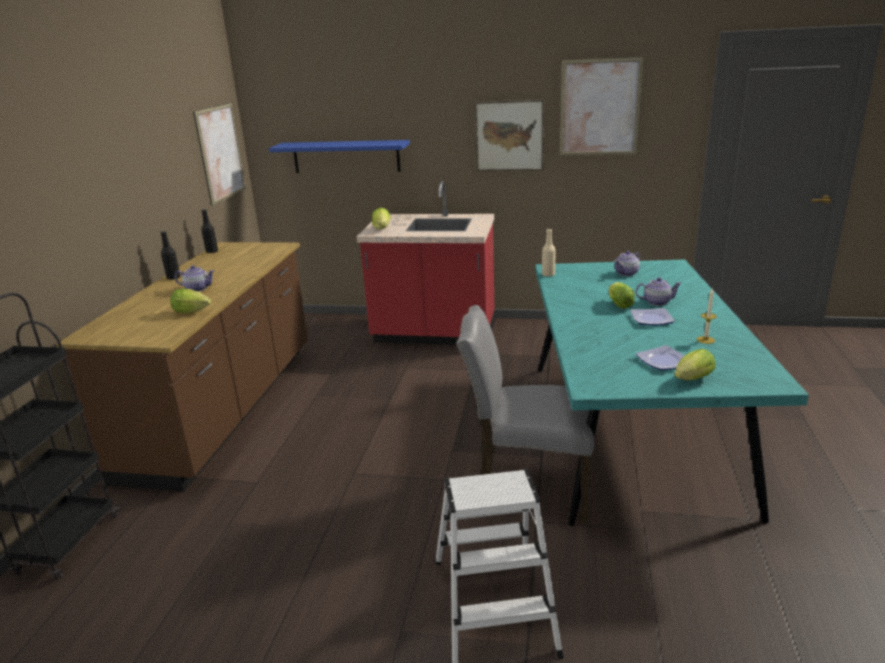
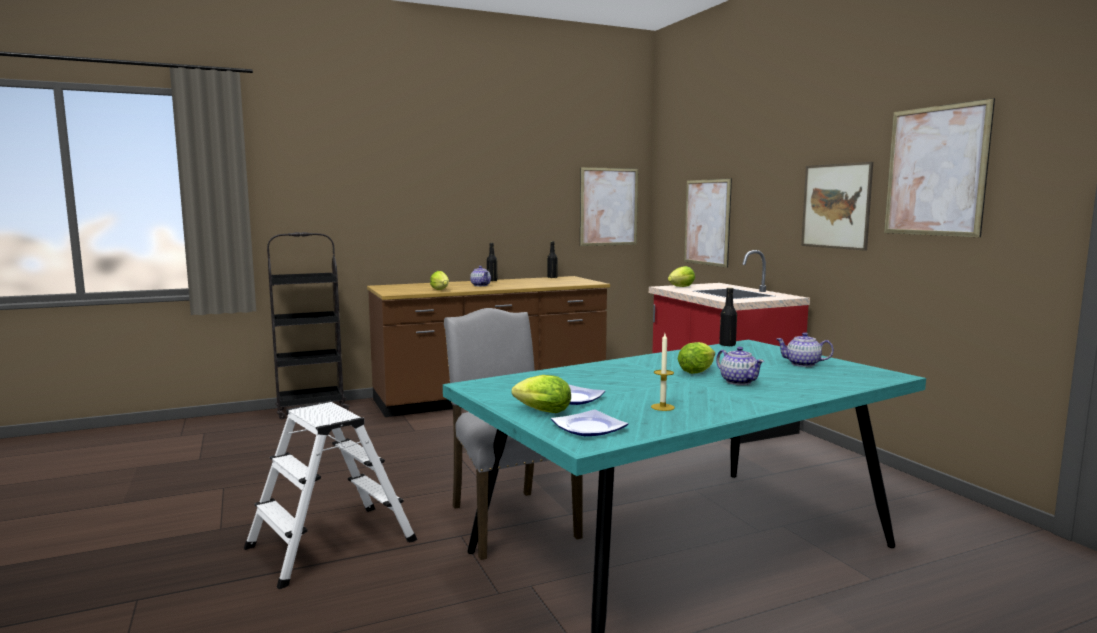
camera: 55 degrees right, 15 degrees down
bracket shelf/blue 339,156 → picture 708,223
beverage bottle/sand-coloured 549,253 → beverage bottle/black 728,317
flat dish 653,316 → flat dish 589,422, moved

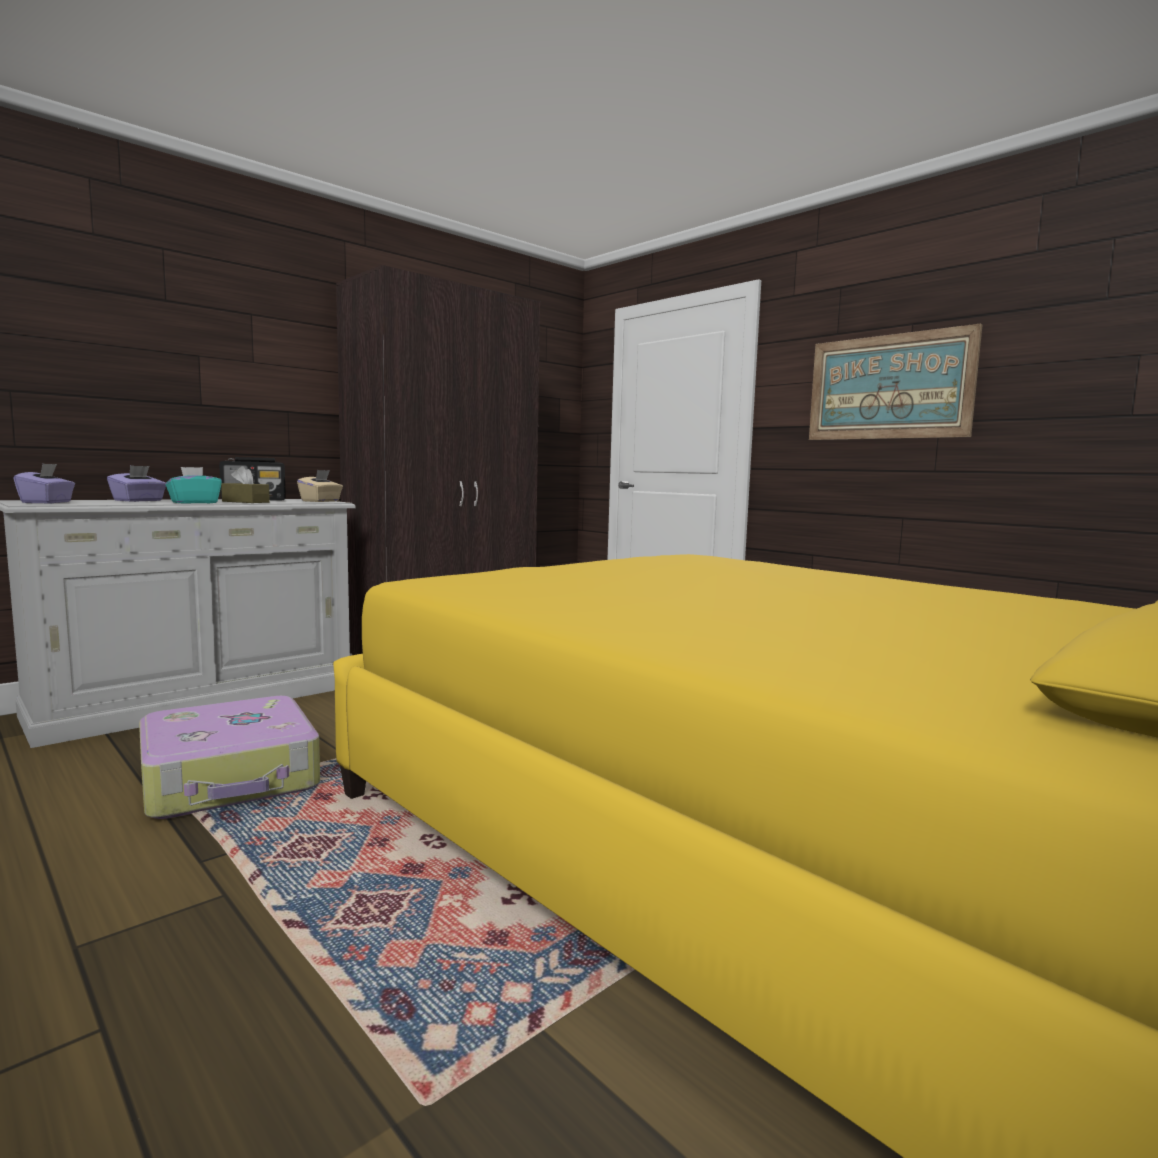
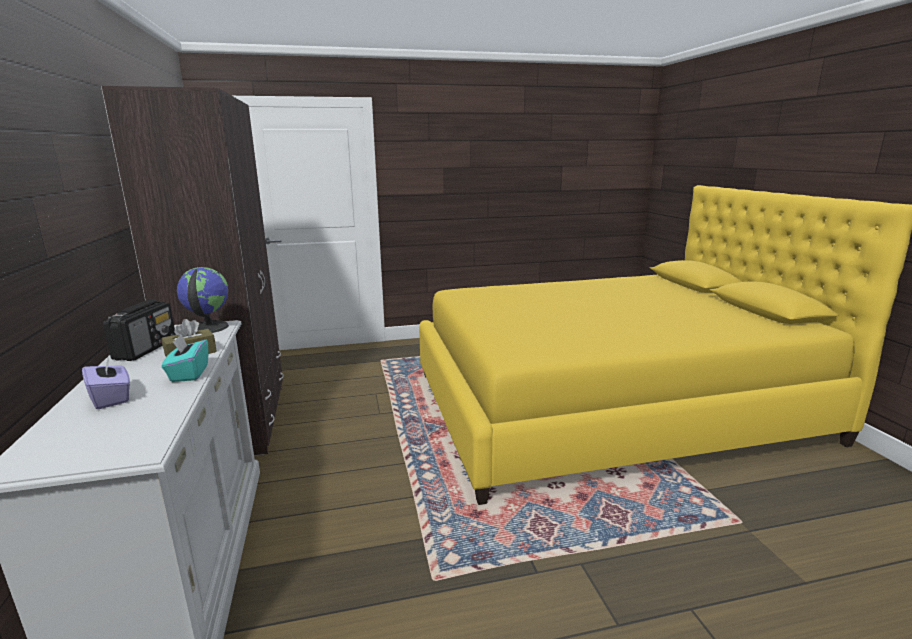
camera: 60 degrees left, 10 degrees up
picture 896,382 → -
tissue holder/purple-coloured 44,483 → -
tissue holder/sand-coloured 320,486 → globe 203,300
travel case 229,757 → -

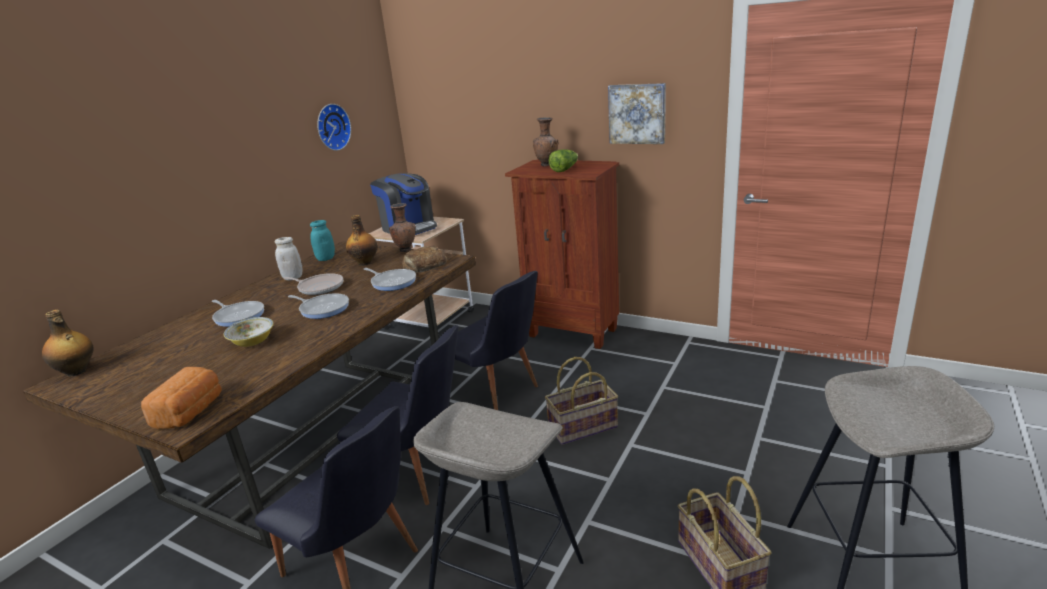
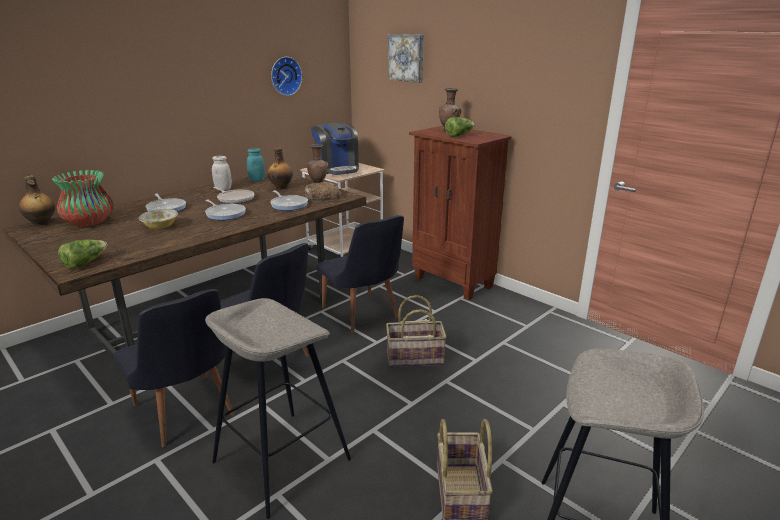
camera: 15 degrees right, 0 degrees up
picture 637,113 → picture 406,58, moved
bread 181,398 → head of lettuce 83,254
- → flower vase 82,198

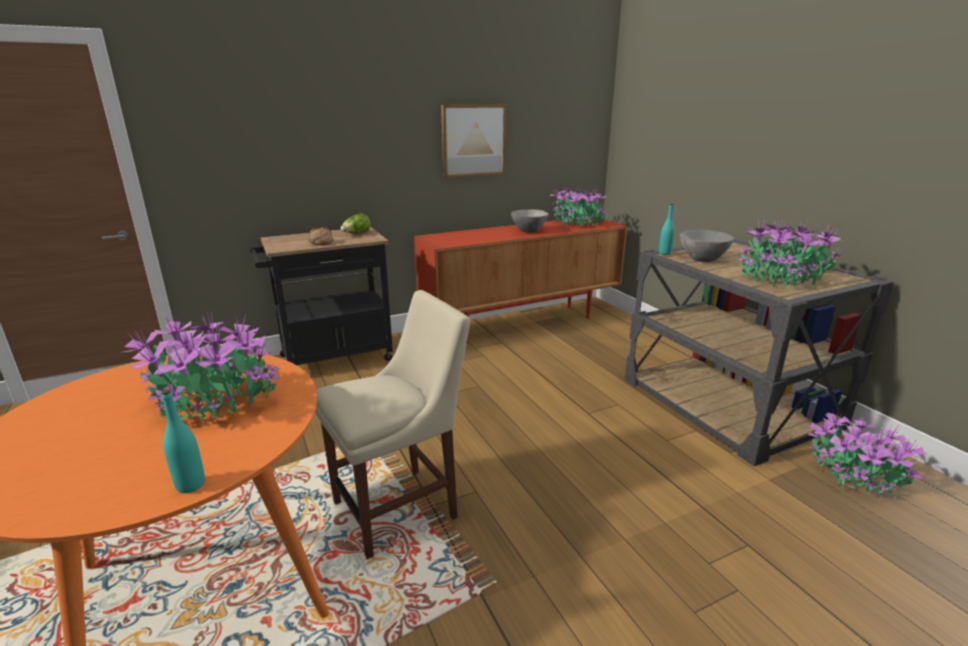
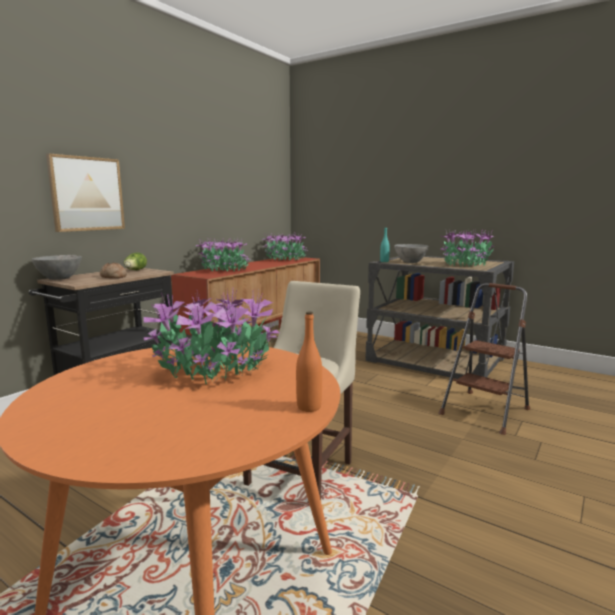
camera: 30 degrees left, 10 degrees down
picture 473,141 → picture 85,192, moved
deep dish/grey 530,220 → deep dish/grey 57,267, moved
beverage bottle/blue-green 183,441 → beverage bottle/orangey 309,361
potted plant 867,452 → potted plant 222,254, moved
- → step stool/brown 484,359

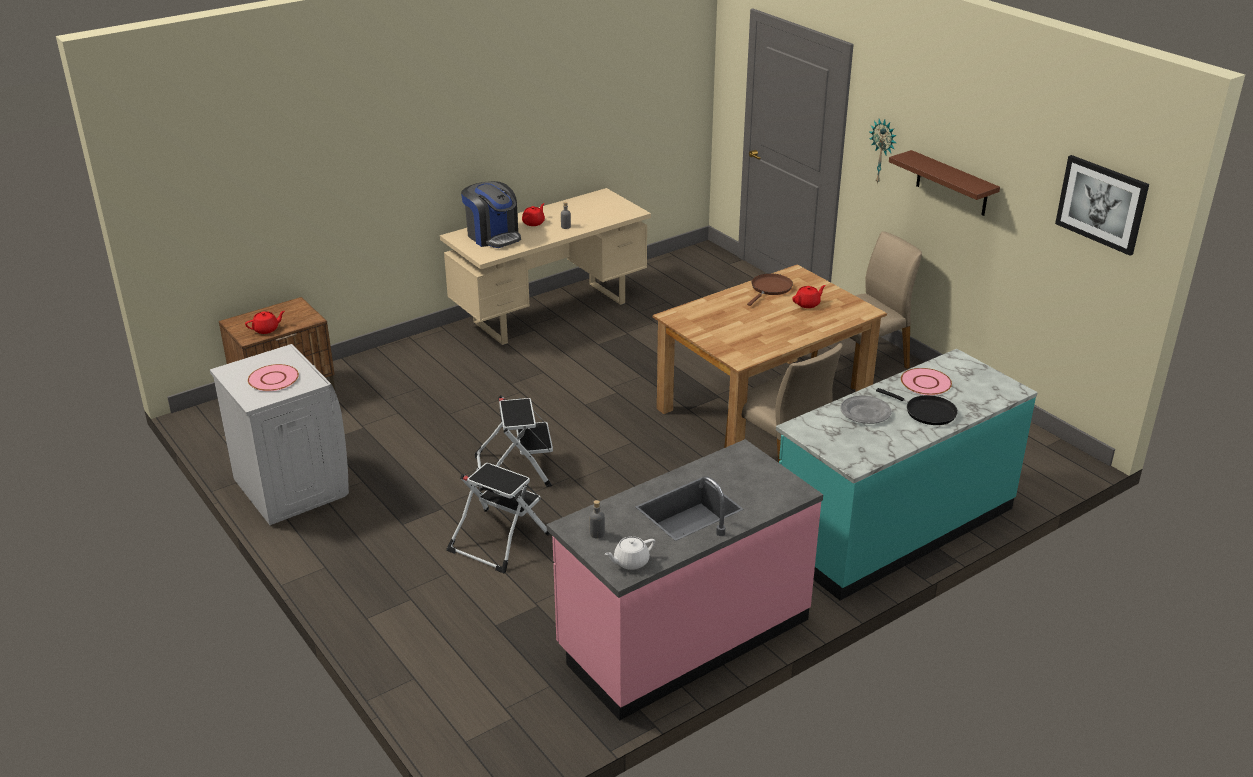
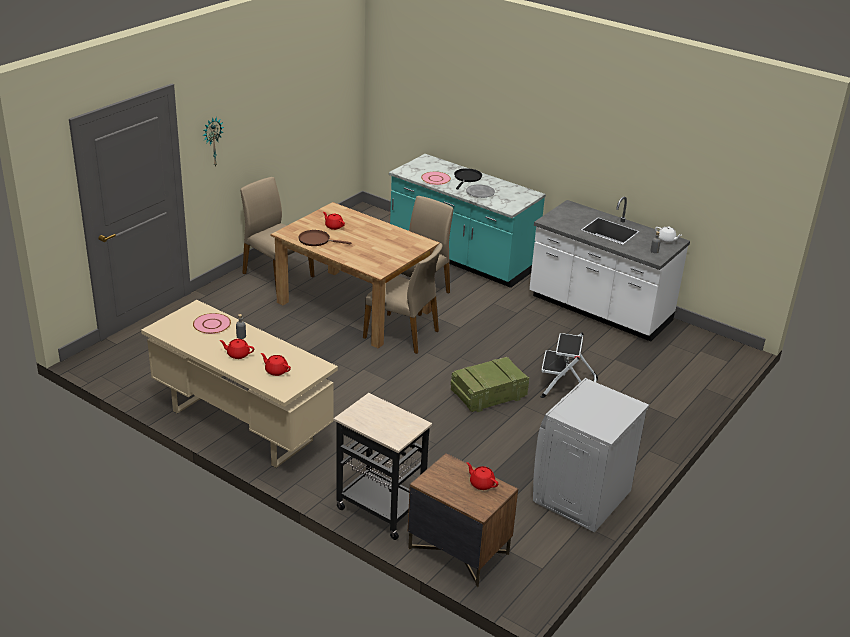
camera: 110 degrees left, 0 degrees up
bracket shelf/brown 944,183 → -
picture 1102,205 → -
coffee machine 491,214 → teapot/reddish 276,364
flat dish/pinkish 273,377 → flat dish/pinkish 212,323, moved
step stool 514,443 → crate 490,384
kitchen base unit/pinkish 684,579 → kitchen base unit/whitish 609,269
- → upright chair/sand-coloured 402,298
- → trolley 382,466

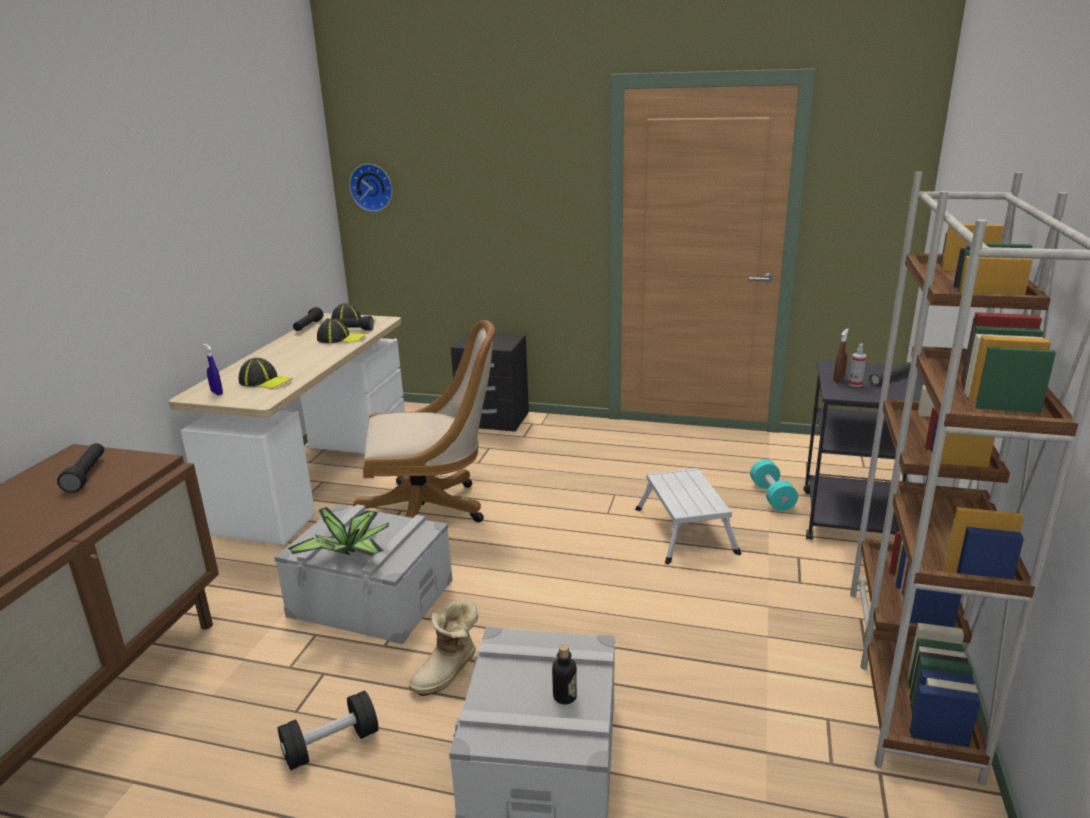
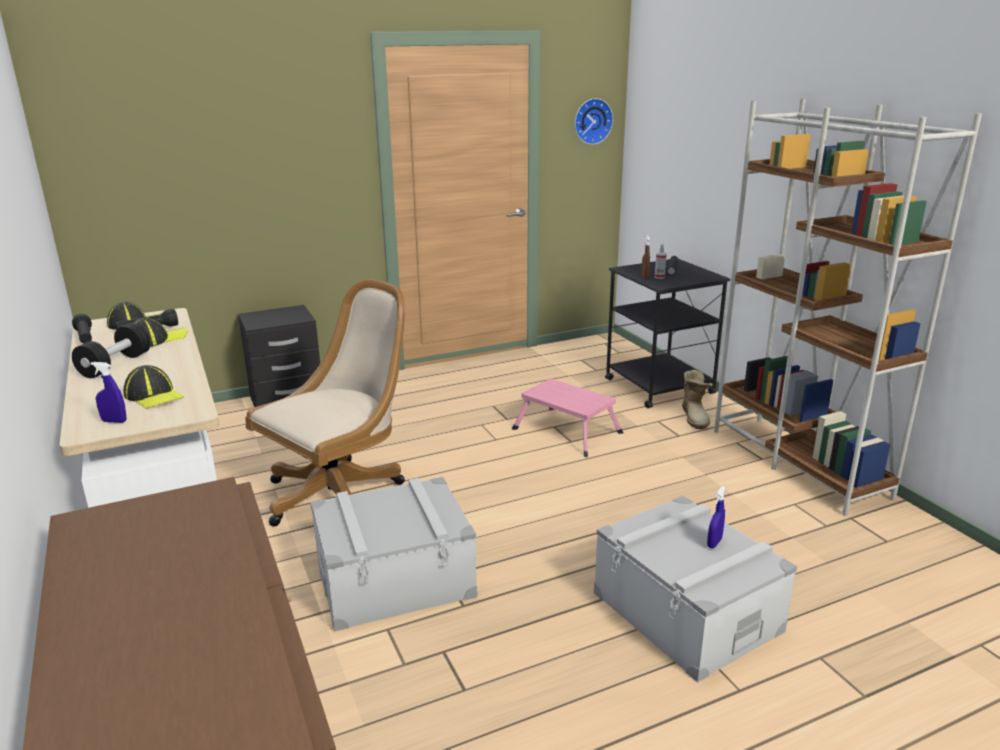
camera: 40 degrees left, 0 degrees up
clock on the wall 370,188 → clock on the wall 594,121, moved
cap 266,373 → cap 154,387, 60 degrees clockwise
torch/black 80,468 → -
hand weight/blue-green 774,485 → -
step stool/whitish 688,516 → step stool/pinkish 567,417
potted plant 338,532 → -
boot 443,648 → boot 697,399, moved
beverage bottle 564,674 → spray bottle/blue 716,517
hand weight/black 328,730 → hand weight/black 111,350, moved

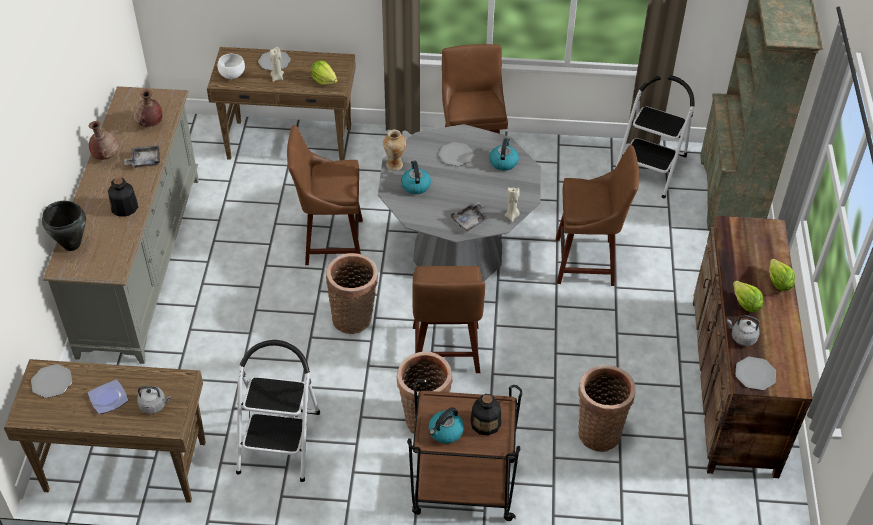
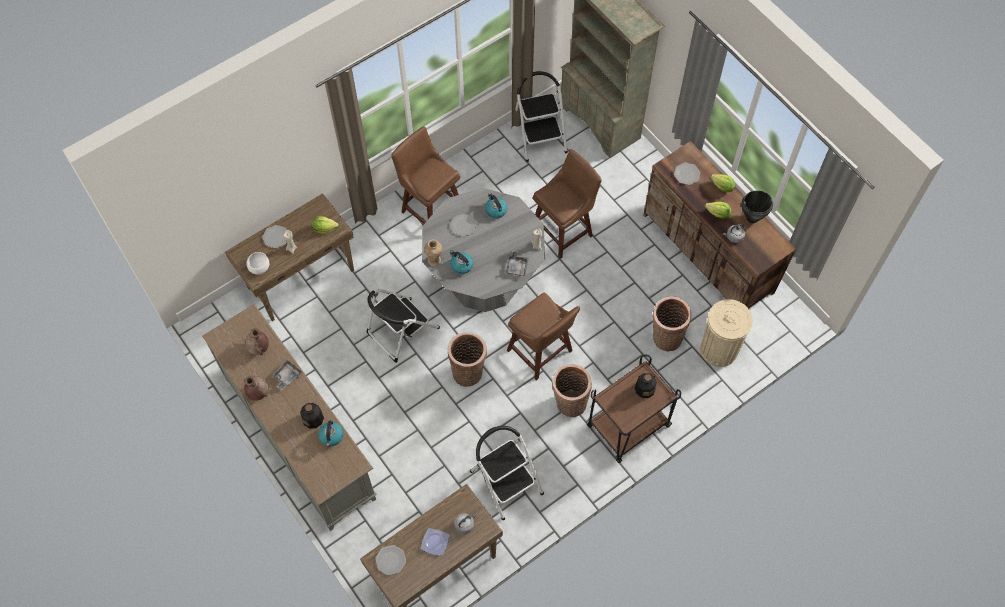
camera: 40 degrees left, 15 degrees up
upright chair/brown 325,195 → step stool 403,326
stockpot/black 64,226 → stockpot/black 757,206, moved
flat dish 755,373 → flat dish 687,173, moved
water kettle 446,425 → water kettle 330,434, moved
- → trash can/sand-coloured 726,333

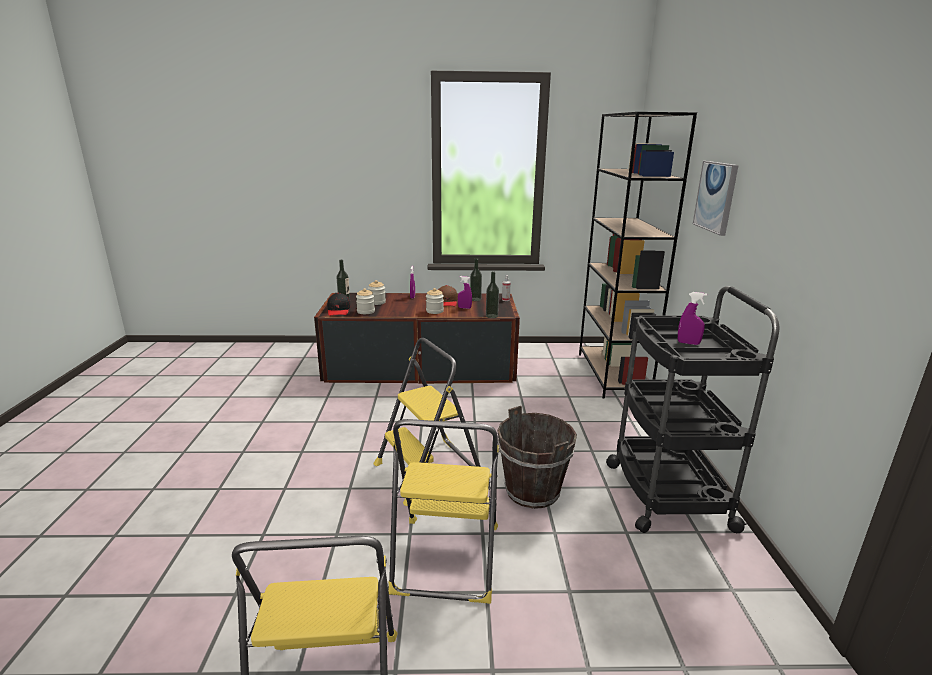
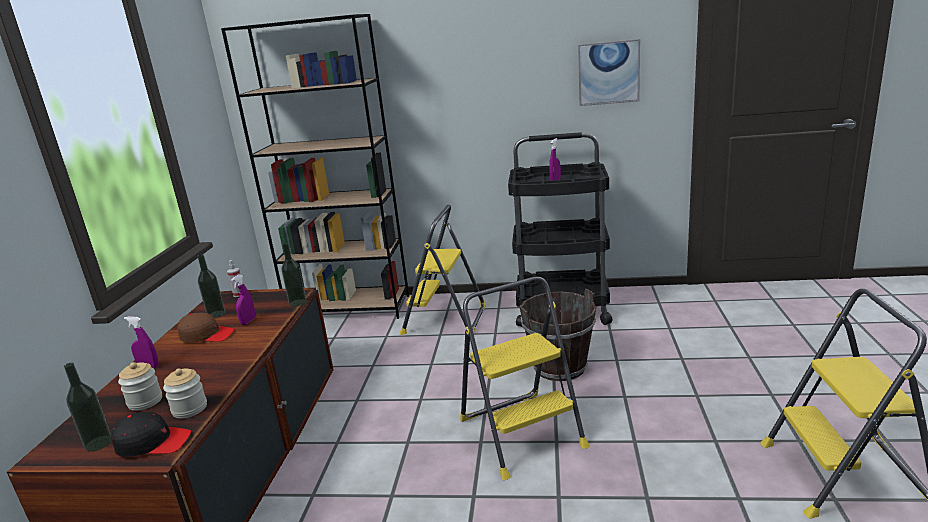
camera: 80 degrees left, 0 degrees up
picture 716,198 → picture 609,72, moved
preserve jar 435,301 → -
step stool/yellow 443,511 → step stool/yellow 442,270, moved

